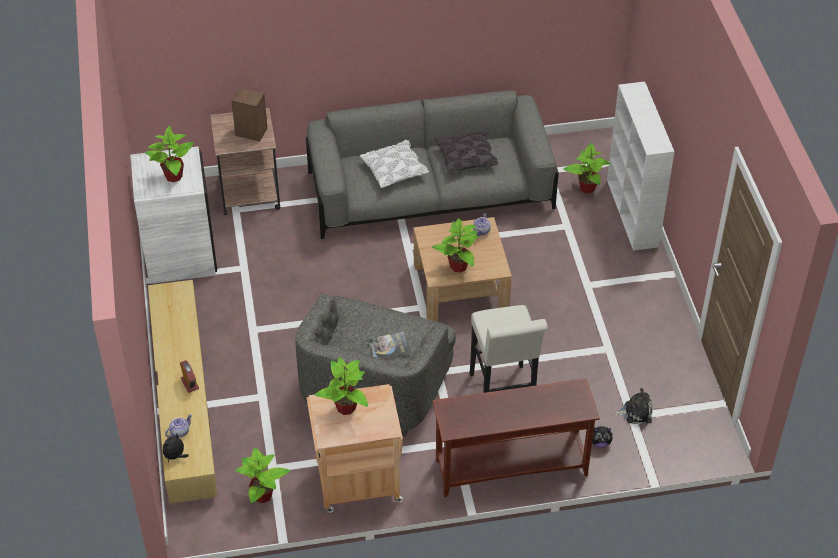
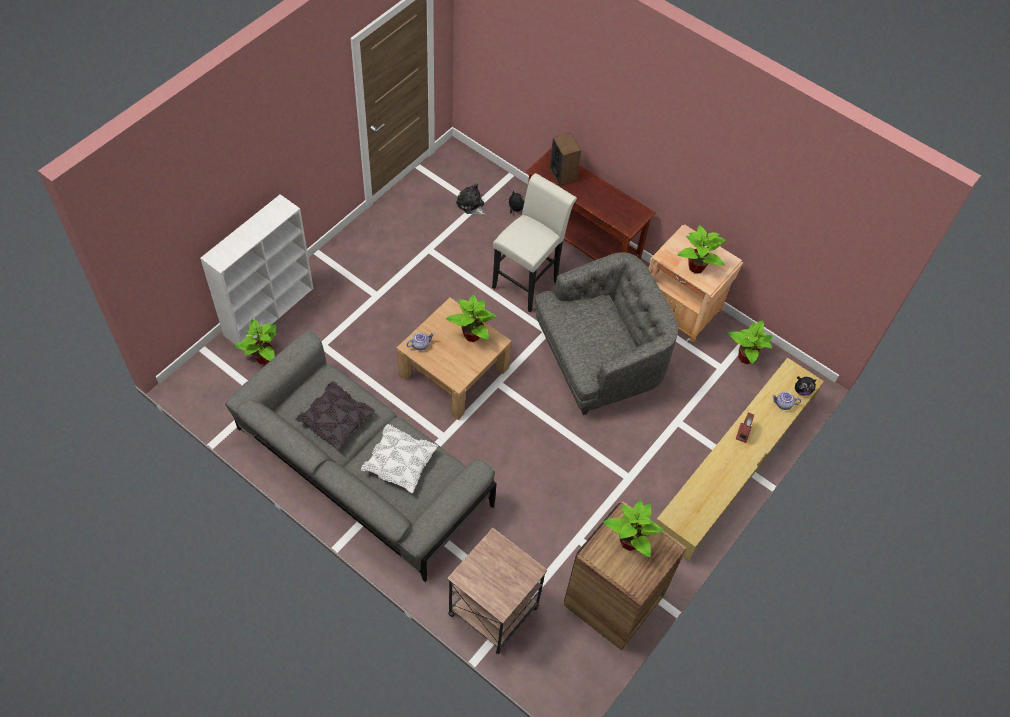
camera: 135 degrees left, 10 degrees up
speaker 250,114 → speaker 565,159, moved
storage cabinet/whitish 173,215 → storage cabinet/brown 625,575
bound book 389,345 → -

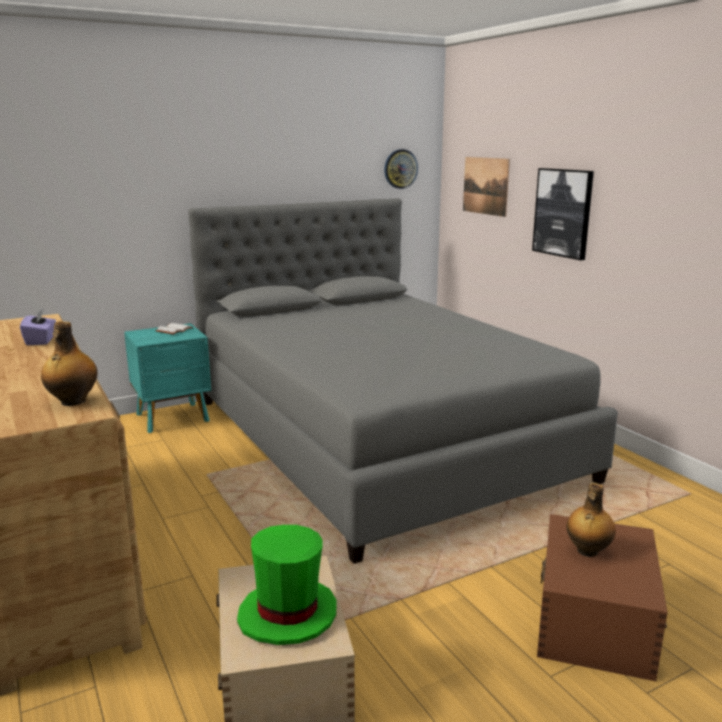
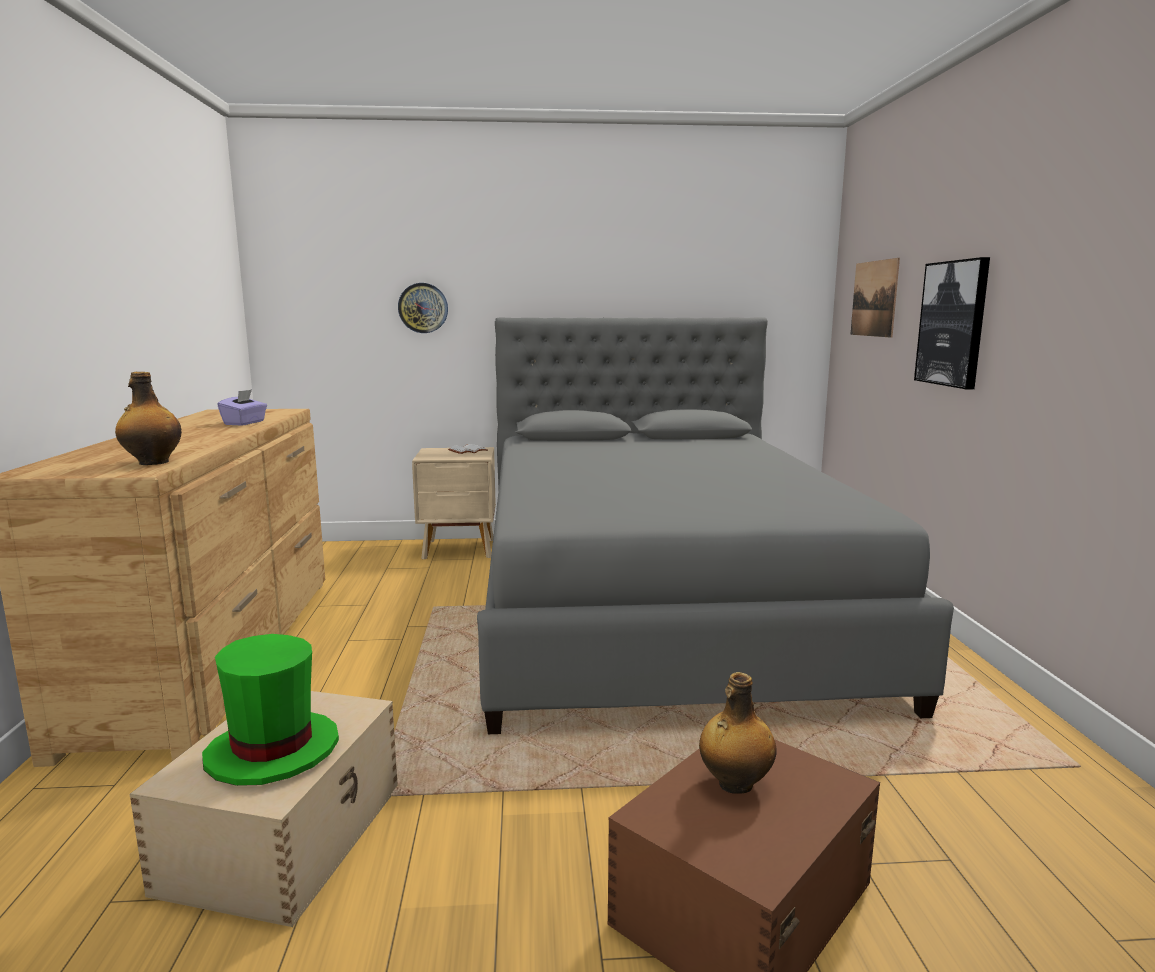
camera: 25 degrees right, 5 degrees down
clock on the wall 401,169 → clock on the wall 423,308, moved
nightstand/blue-green 167,378 → nightstand/sand-coloured 454,503

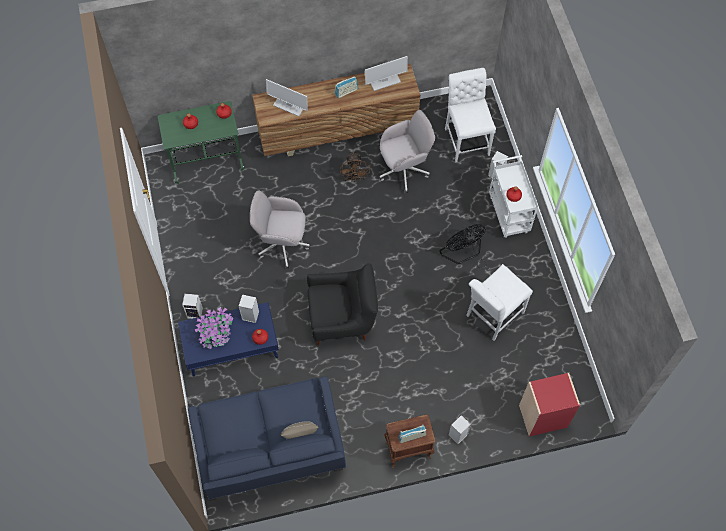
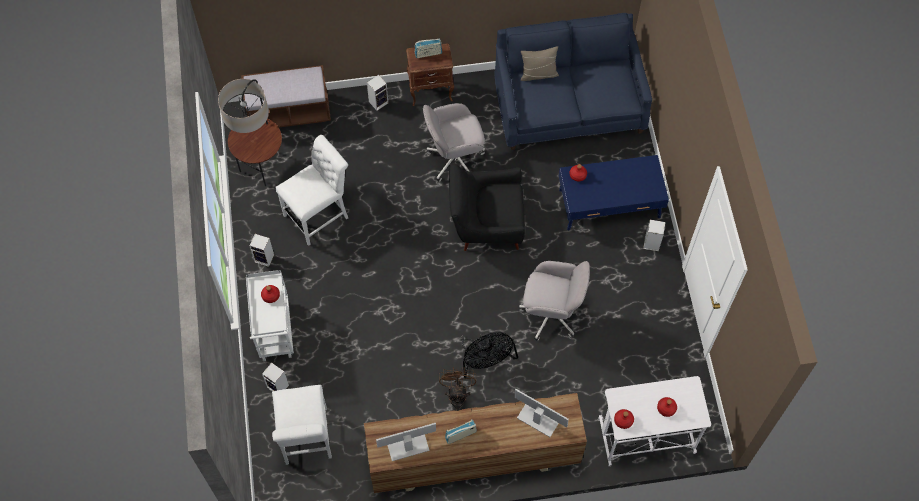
camera: 175 degrees left, 0 degrees up
desk table/greenish 201,142 → desk table/whitish 654,421
desk chair/grey 407,151 → desk chair/grey 454,142, moved
electric fan/black 464,247 → electric fan/black 489,355, moved
speaker 249,308 → speaker 261,250, moved
potted plant 214,328 → -
bookshelf/reddish 549,405 → bench/brown 286,96
- → floor lamp 250,132

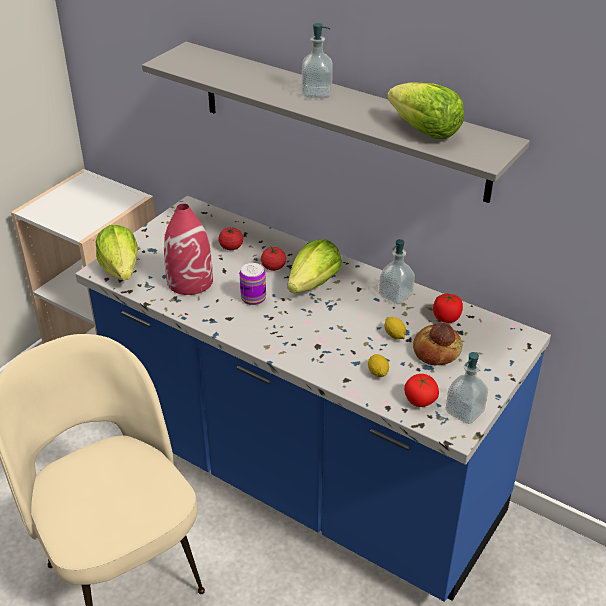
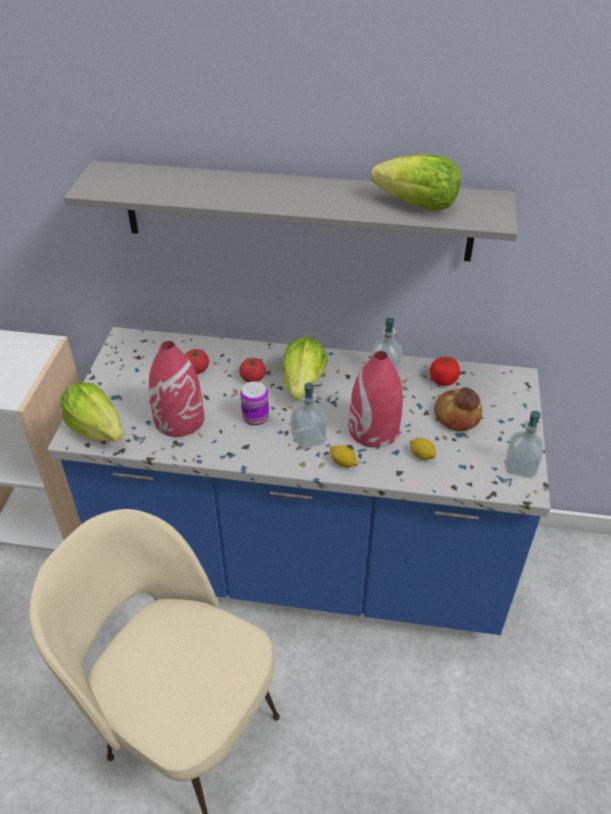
camera: 25 degrees left, 5 degrees up
soap dispenser 317,60 → soap dispenser 309,416, moved
whole lemon 395,328 → whole lemon 344,456, moved
whole tomato 421,390 → -
- → flower vase/reddish 376,399

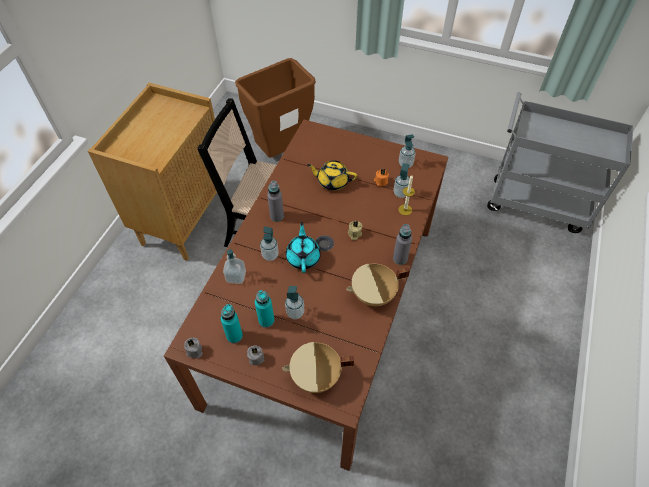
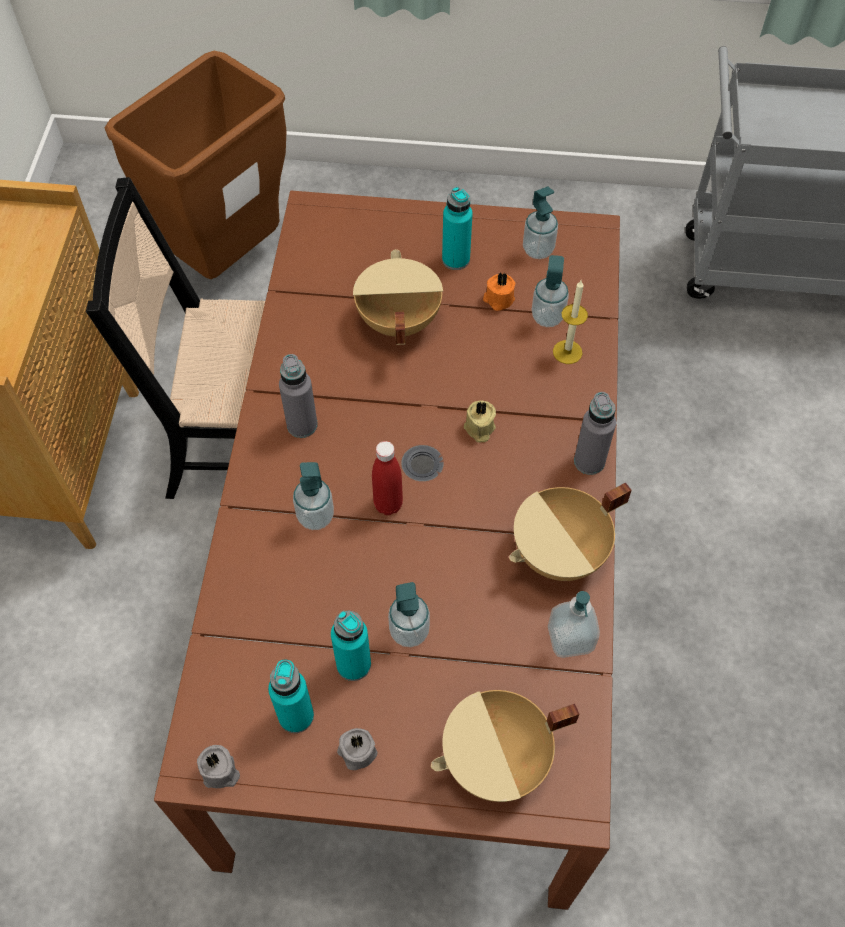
camera: 15 degrees left, 5 degrees up
teapot/yellow 332,175 → stockpot/sand-coloured 398,297
teapot/blue-green 303,247 → beverage bottle/reddish 387,478
soap dispenser 234,266 → soap dispenser 574,624, moved
- → beverage bottle/blue-green 457,228

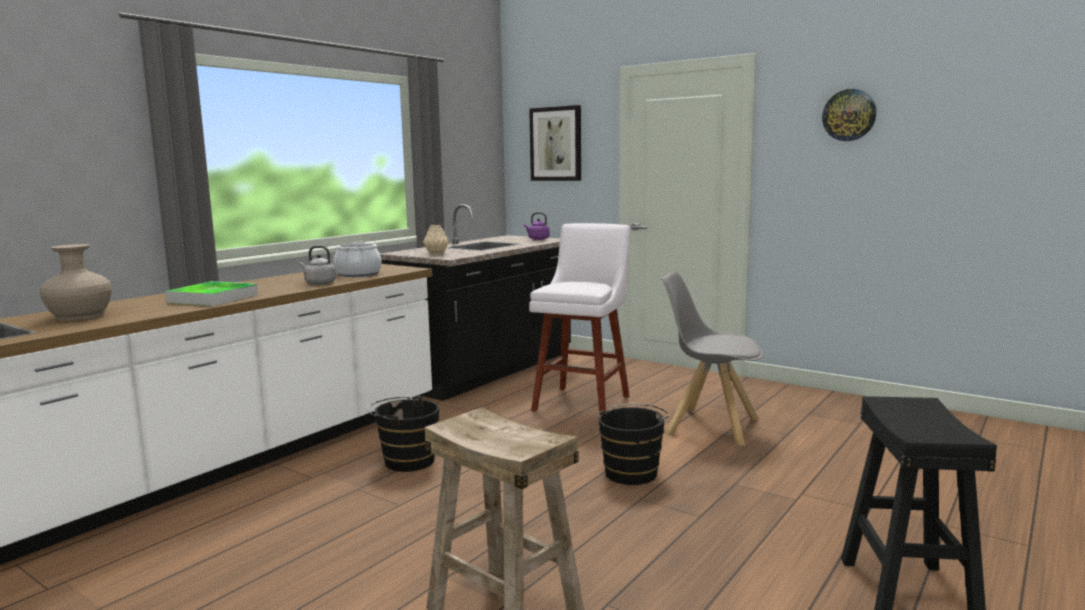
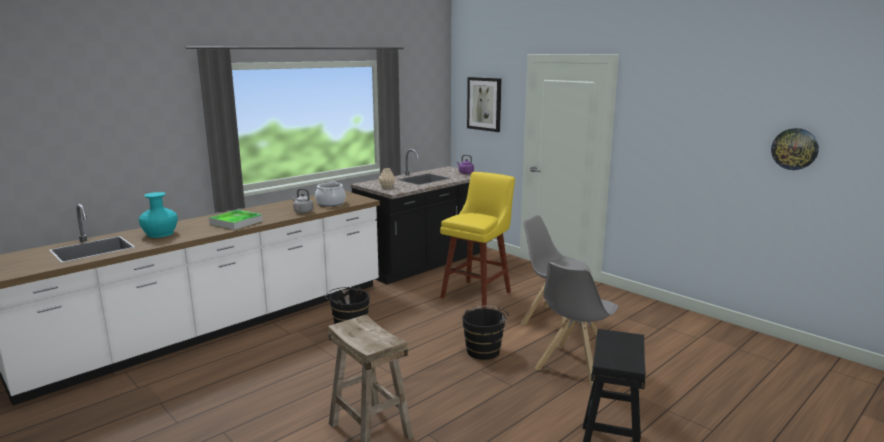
camera: 10 degrees right, 5 degrees up
clock on the wall 849,115 → clock on the wall 795,149, moved
stool seat/whitish 579,317 → stool seat/yellow 477,240
flower vase/sand-coloured 76,282 → flower vase/blue-green 158,215
- → upright chair/grey 576,324

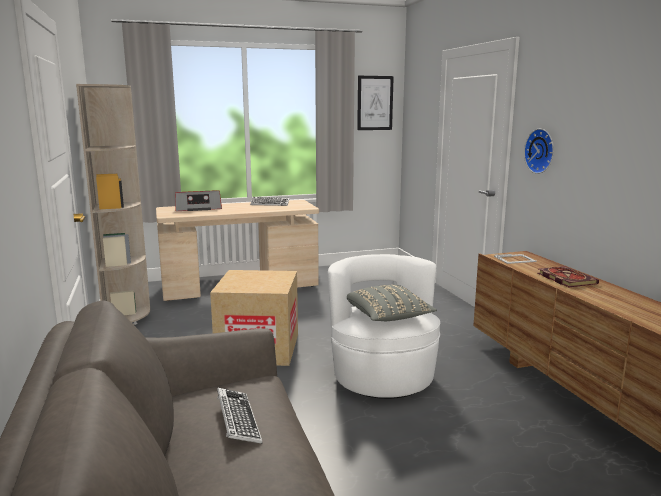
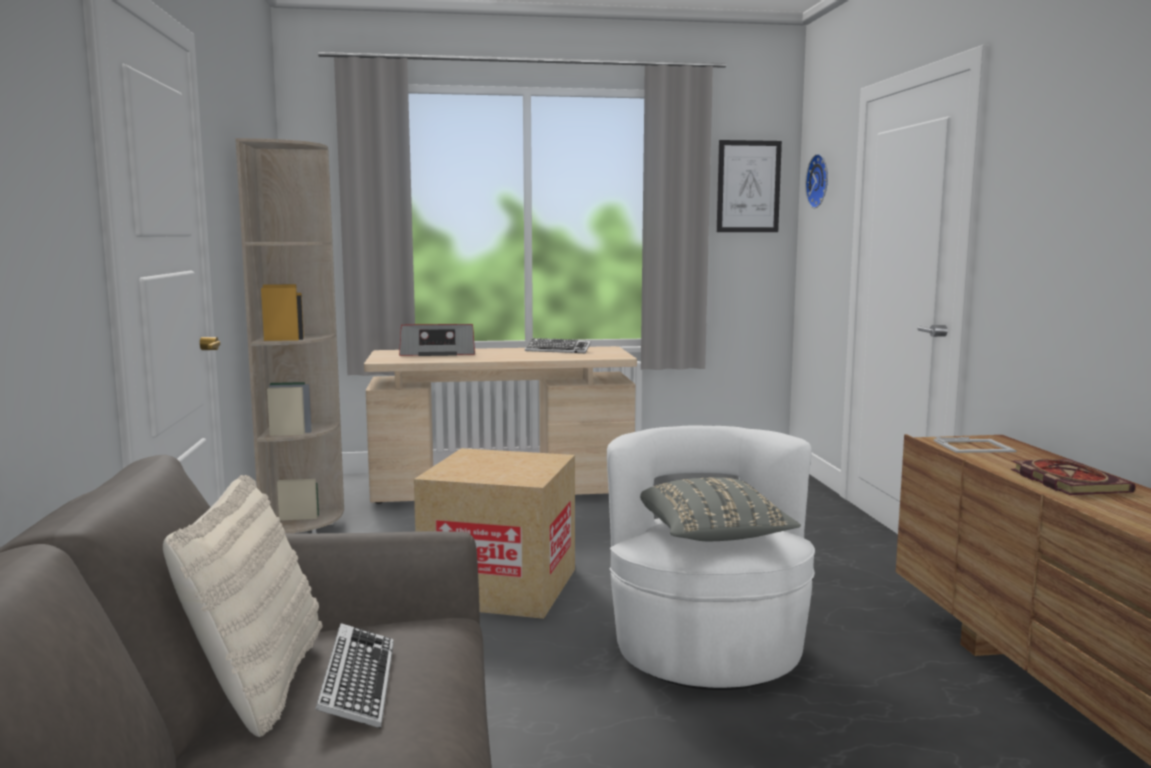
camera: 10 degrees right, 5 degrees down
clock on the wall 539,151 → clock on the wall 816,181, moved
- → pillow/sand-coloured 242,606

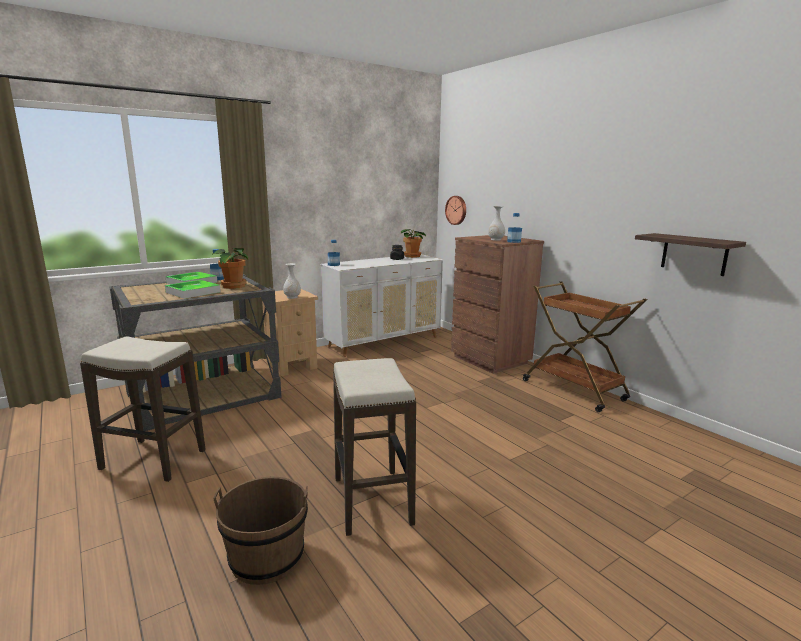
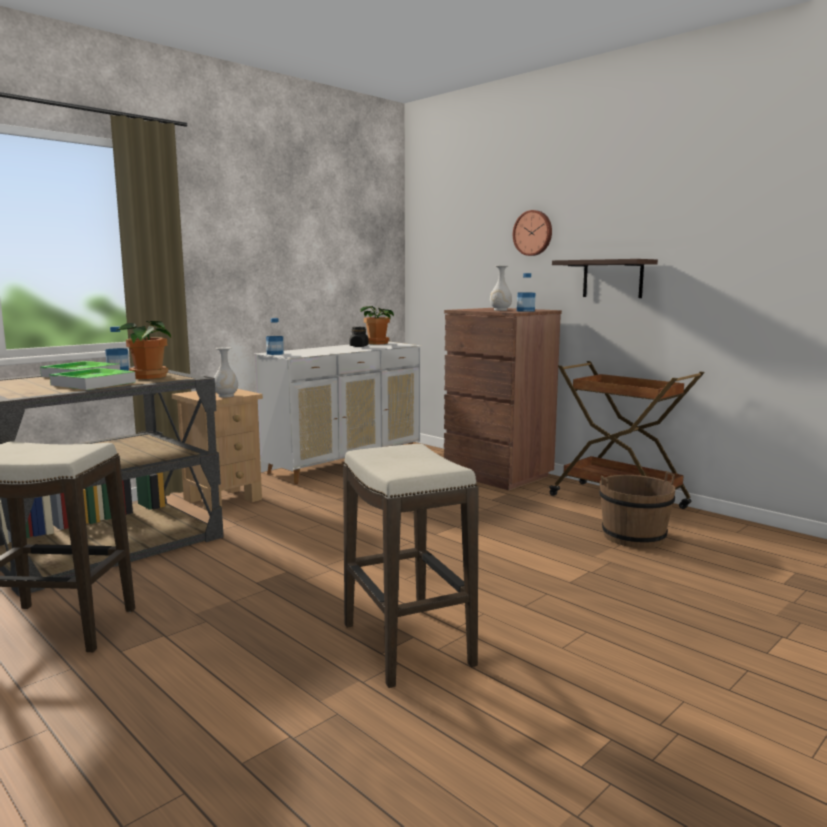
camera: 10 degrees left, 5 degrees down
clock on the wall 455,210 → clock on the wall 532,233, moved
bracket shelf 690,254 → bracket shelf 605,278, moved
pail/brown 260,531 → pail/brown 637,509, moved

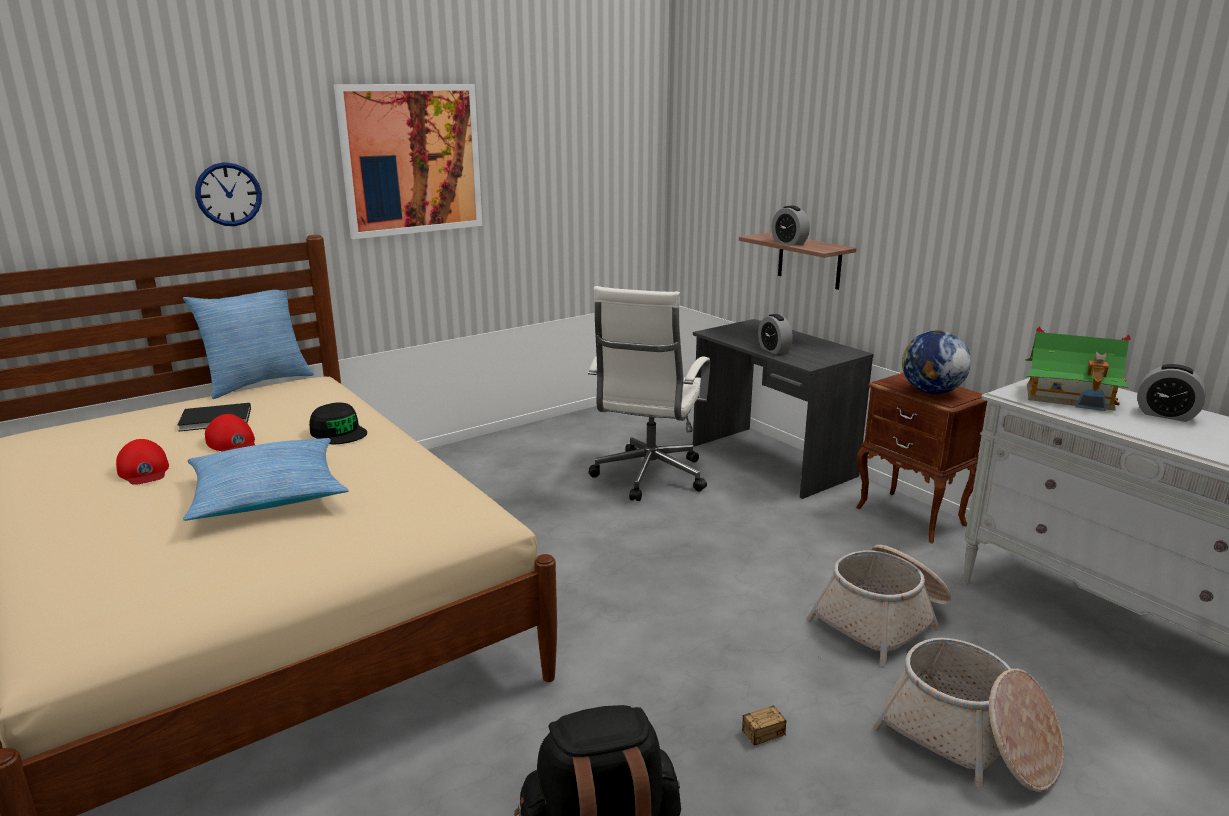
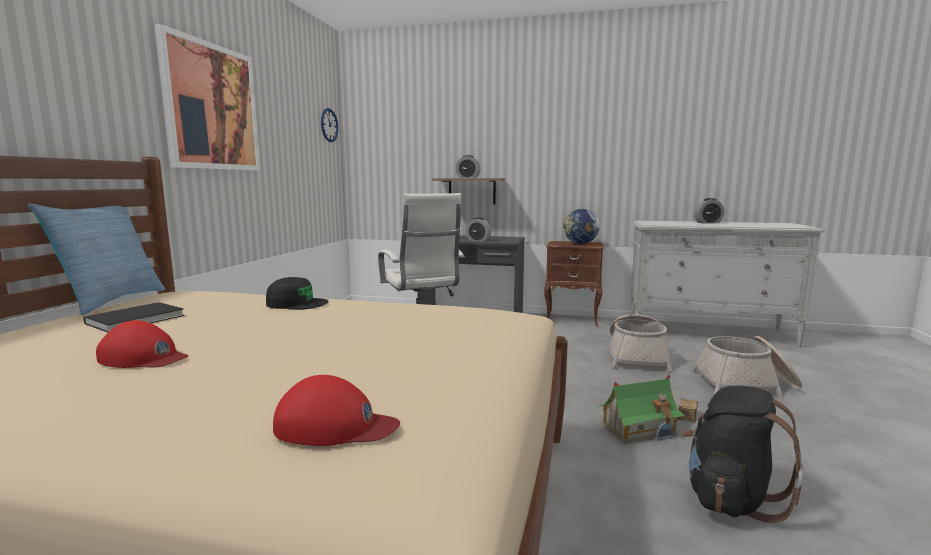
camera: 40 degrees left, 10 degrees down
clock on the wall 228,194 → clock on the wall 329,125, moved
toy house 1078,368 → toy house 641,409, moved
cap/reddish 230,433 → cap/reddish 336,410, moved
pillow 266,479 → -

